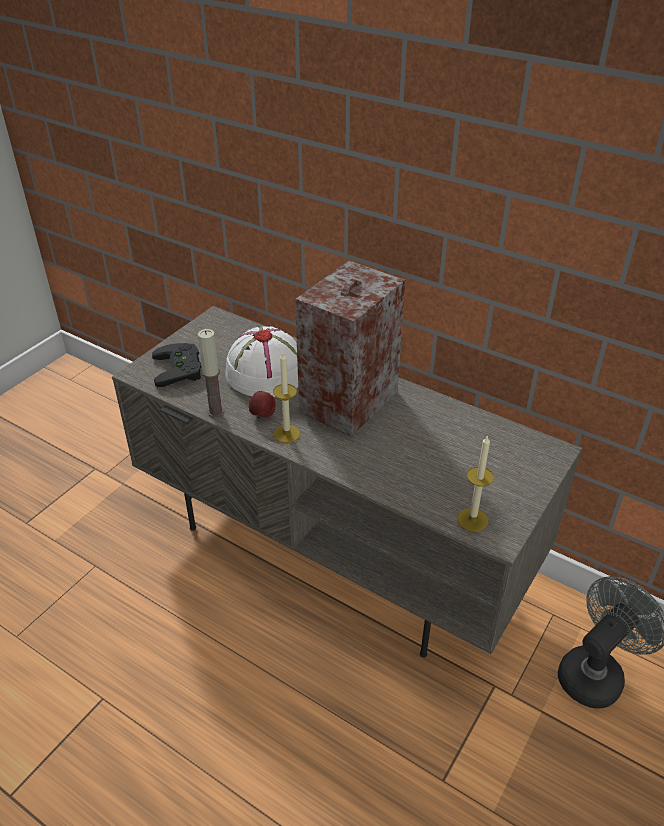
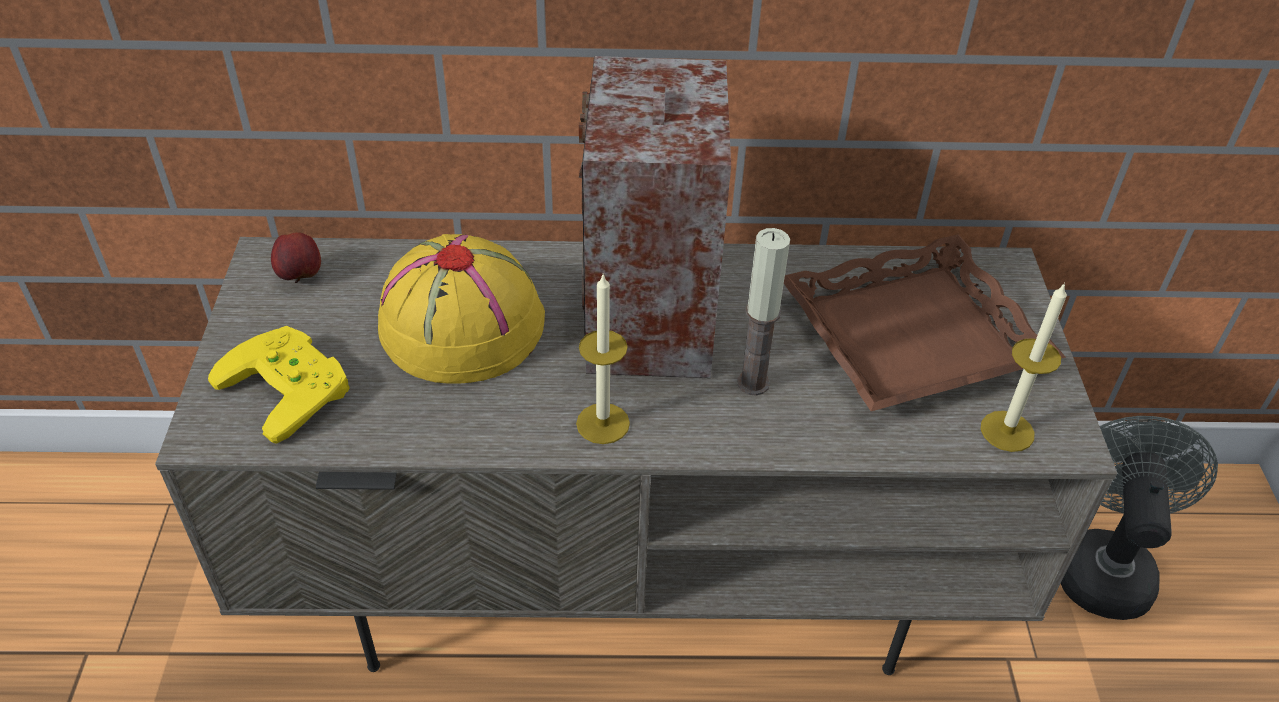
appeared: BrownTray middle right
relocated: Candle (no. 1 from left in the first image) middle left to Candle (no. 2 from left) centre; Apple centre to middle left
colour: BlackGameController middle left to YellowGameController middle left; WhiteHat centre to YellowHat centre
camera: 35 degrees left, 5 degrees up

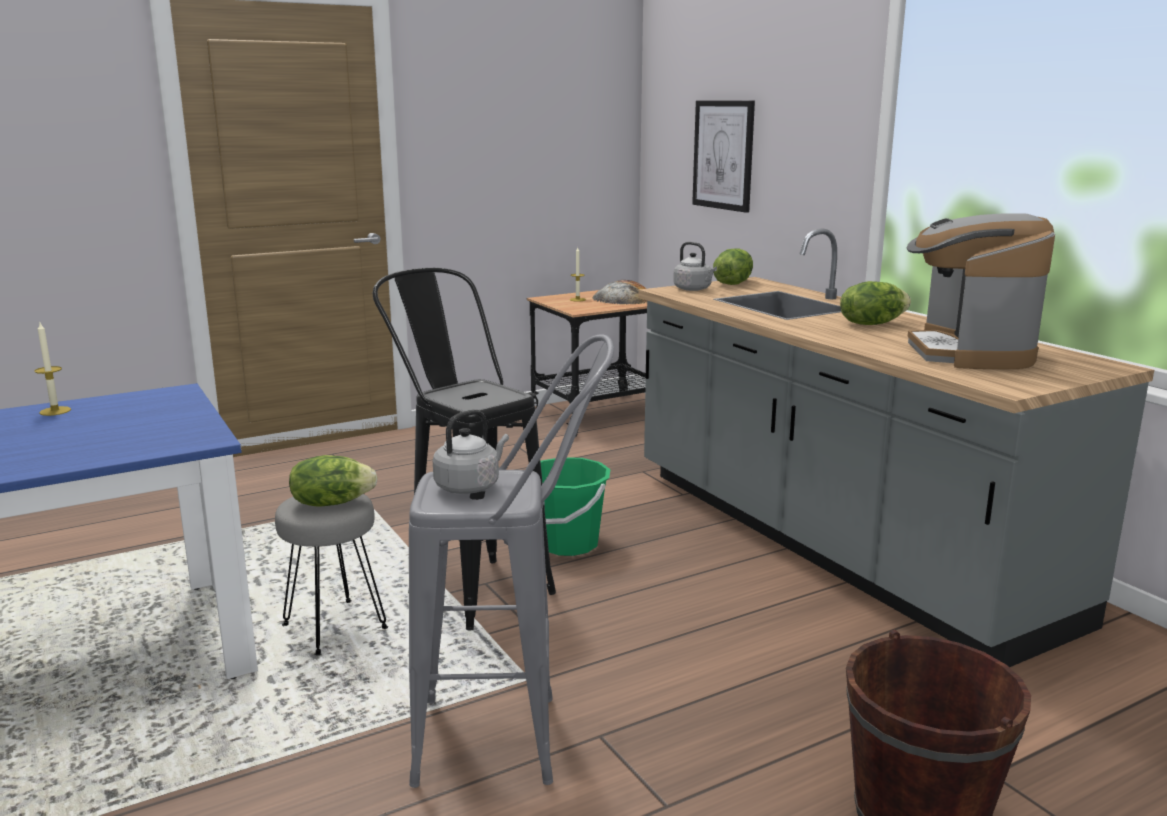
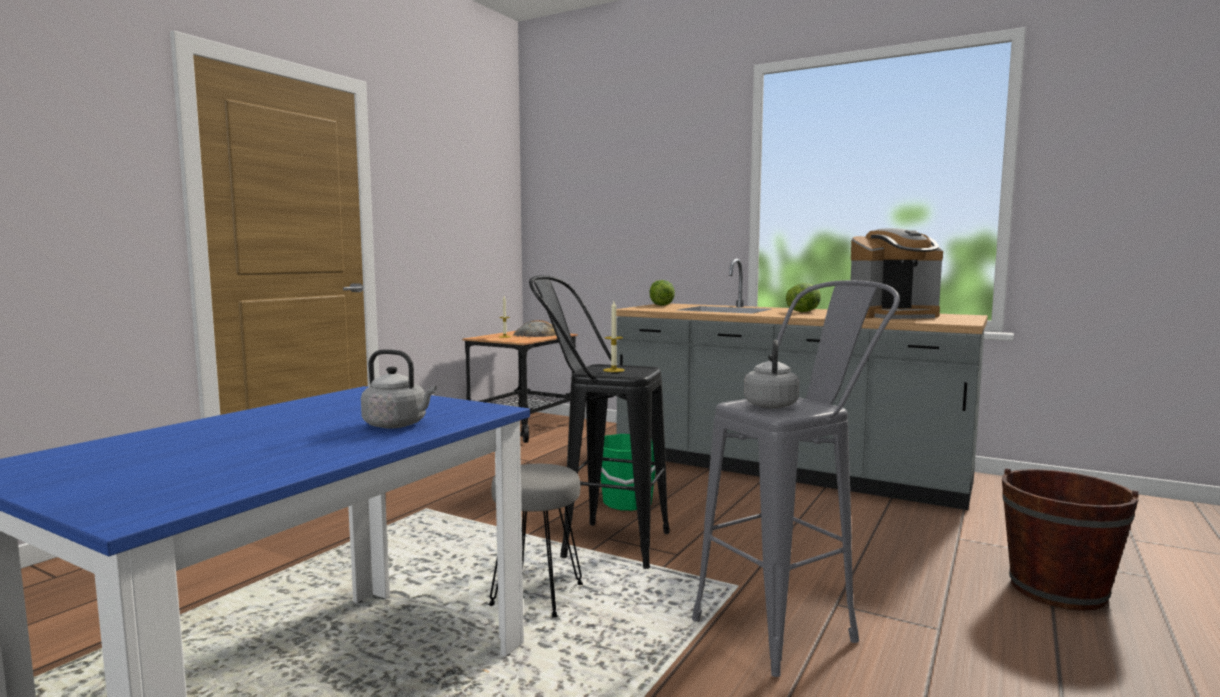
missing: Lettuce (no. 1 from left) middle left; Picture top centre
relocated: Candle (no. 1 from left in the first image) middle left to Candle (no. 2 from left) centre; GreyKettle (no. 2 from left in the first image) top centre to GreyKettle (no. 1 from left) middle left
spun: CoffeeMachine middle right = middle right 75 degrees counterclockwise
camera: 30 degrees left, 10 degrees down

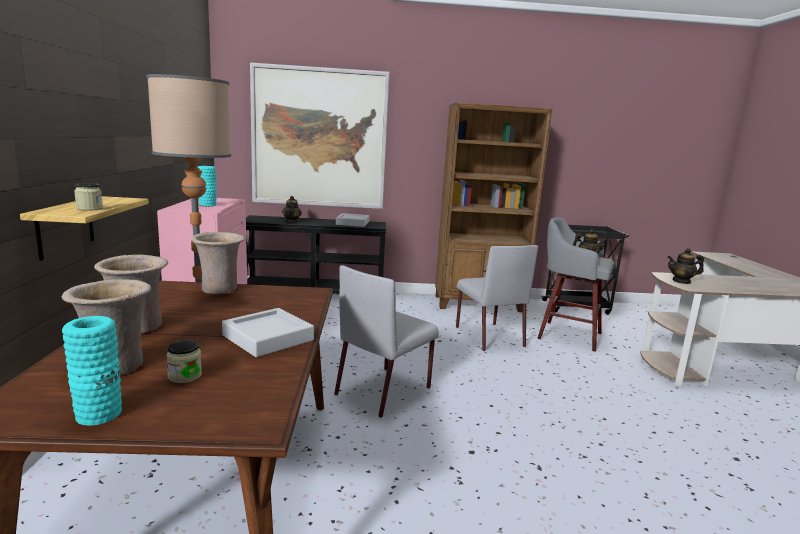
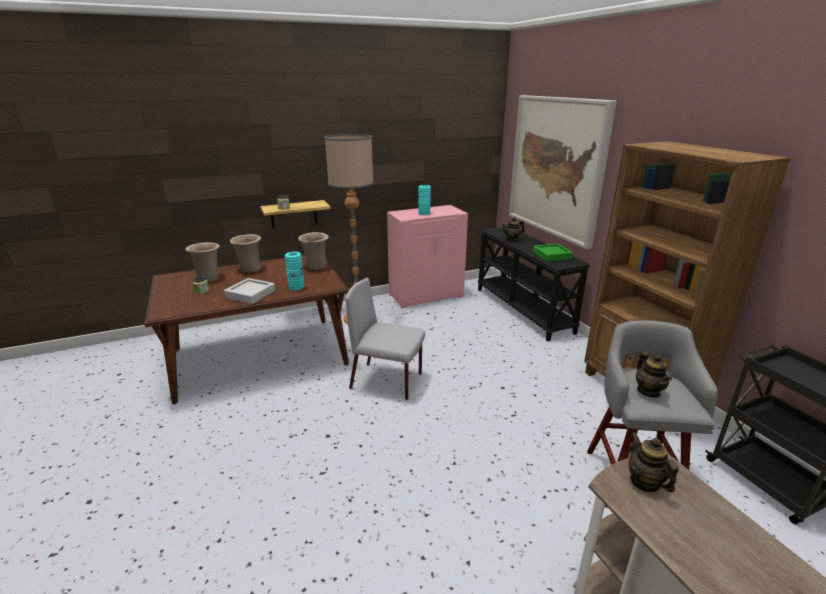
missing: GreyChair (no. 2 from left) centre
relocated: TurquoiseVase (no. 1 from left) bottom left to centre
colour: GreyTray (no. 2 from left) centre to GreenTray middle right
camera: 70 degrees right, 10 degrees up

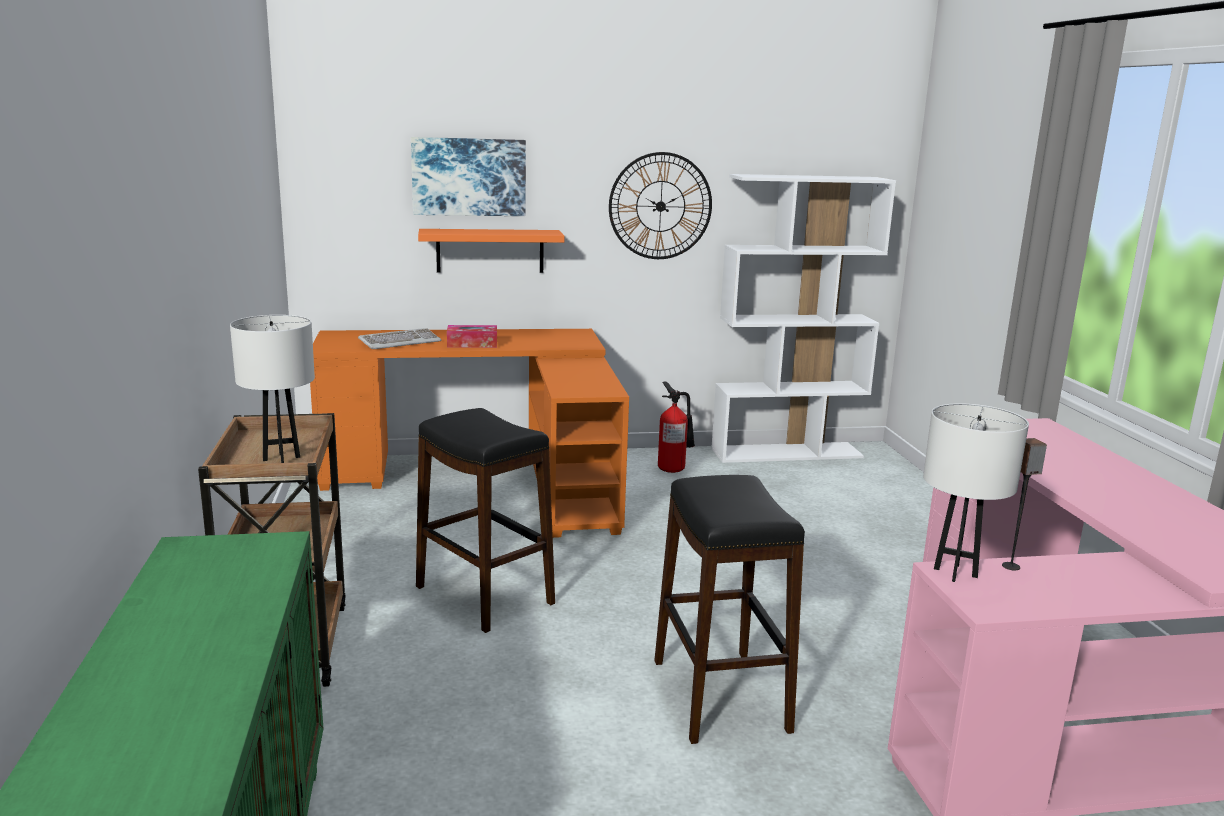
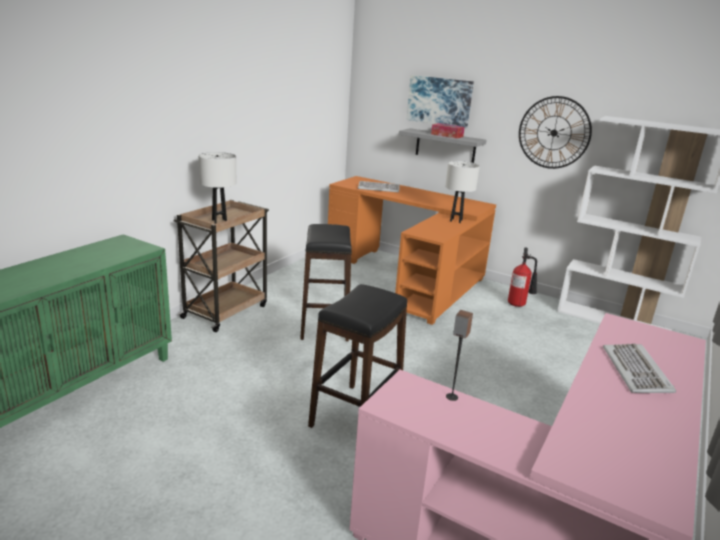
appeared: Keyboard (no. 2 from left) bottom right
relocated: TissueBox centre to top centre; WhiteTableLamp (no. 2 from left) middle right to centre
colour: OrangeShelf top centre to GreyShelf top centre
camera: 40 degrees right, 5 degrees up

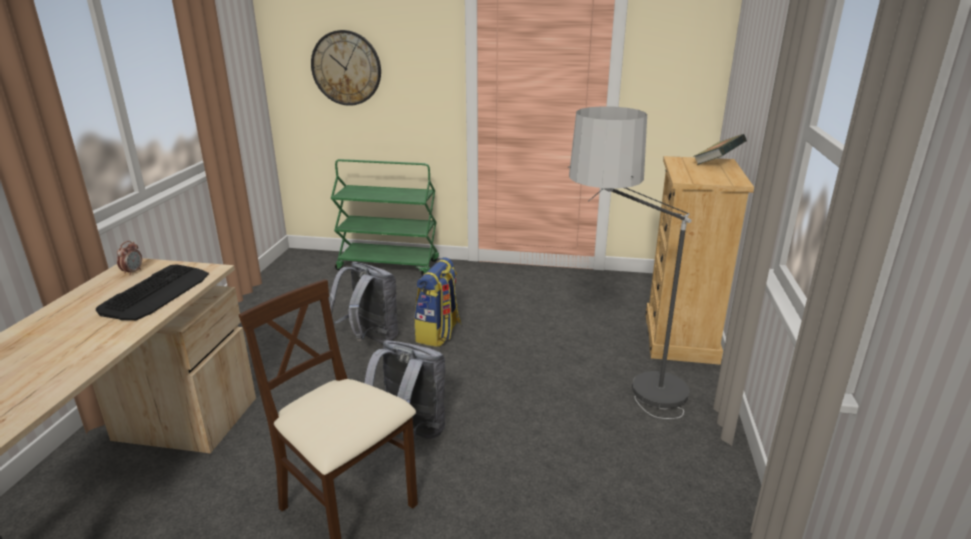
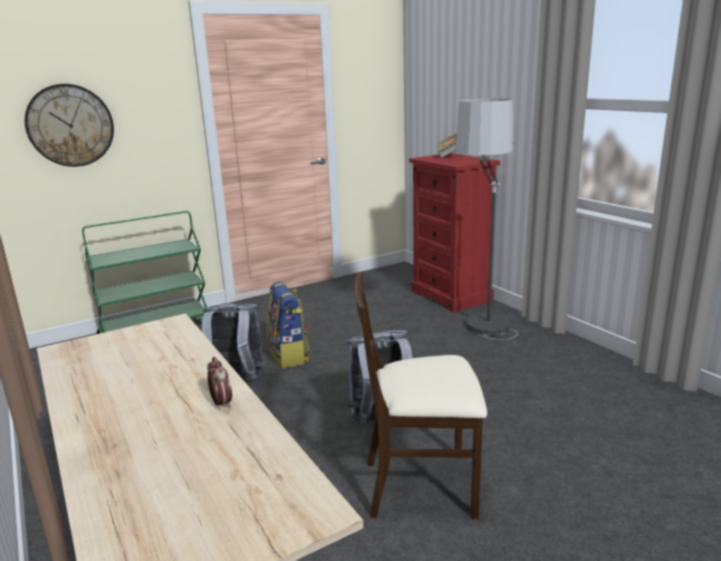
missing: Keyboard middle left
relocated: AlarmClock middle left to bottom left
colour: BeigeDresser middle right to RedDresser centre
camera: 40 degrees left, 5 degrees down

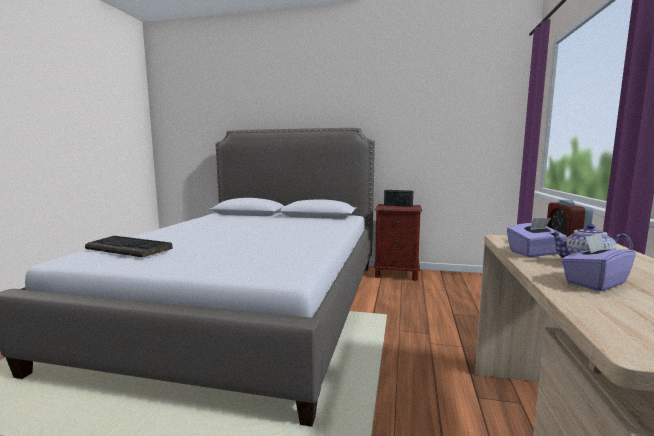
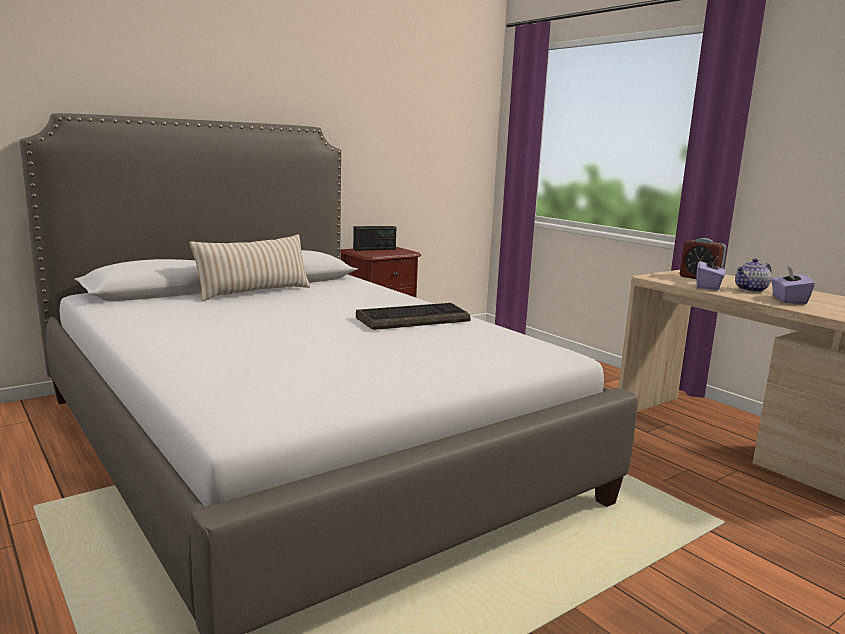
appeared: BeigePillow middle left
relocated: Keyboard middle left to centre
camera: 50 degrees left, 5 degrees up

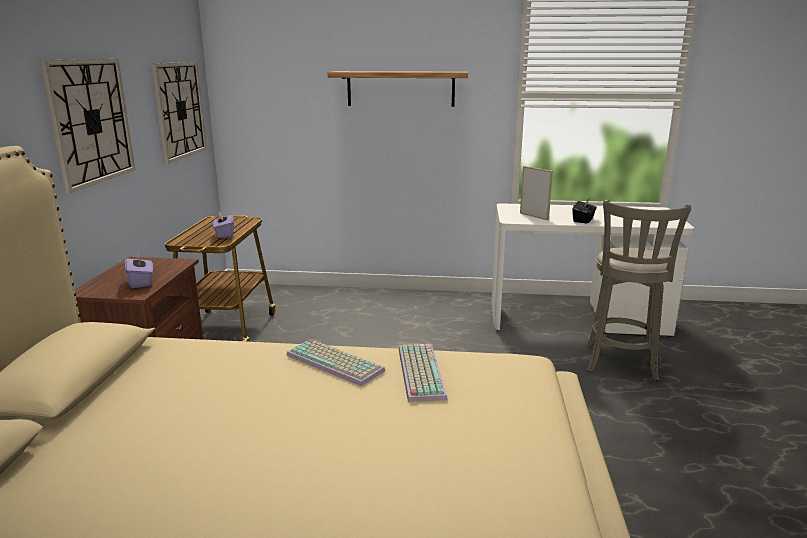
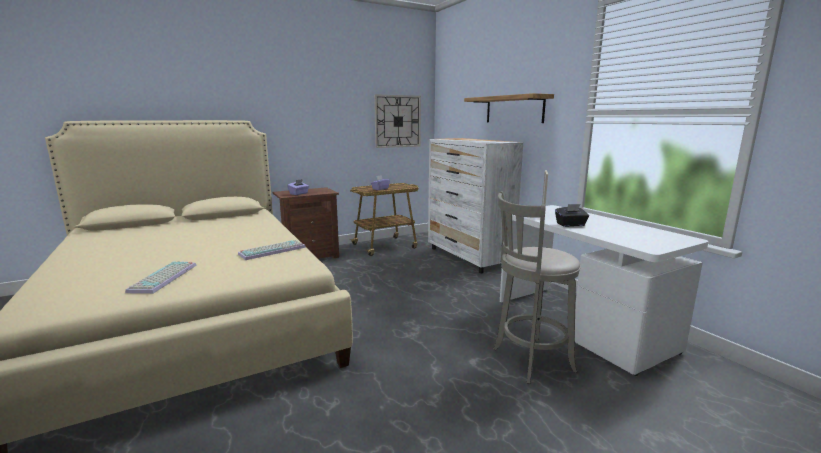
missing: WallClock (no. 1 from left) top left
appeared: WhiteDresser centre
relocated: Keyboard (no. 1 from left) bottom centre to middle left
camera: 55 degrees right, 5 degrees down

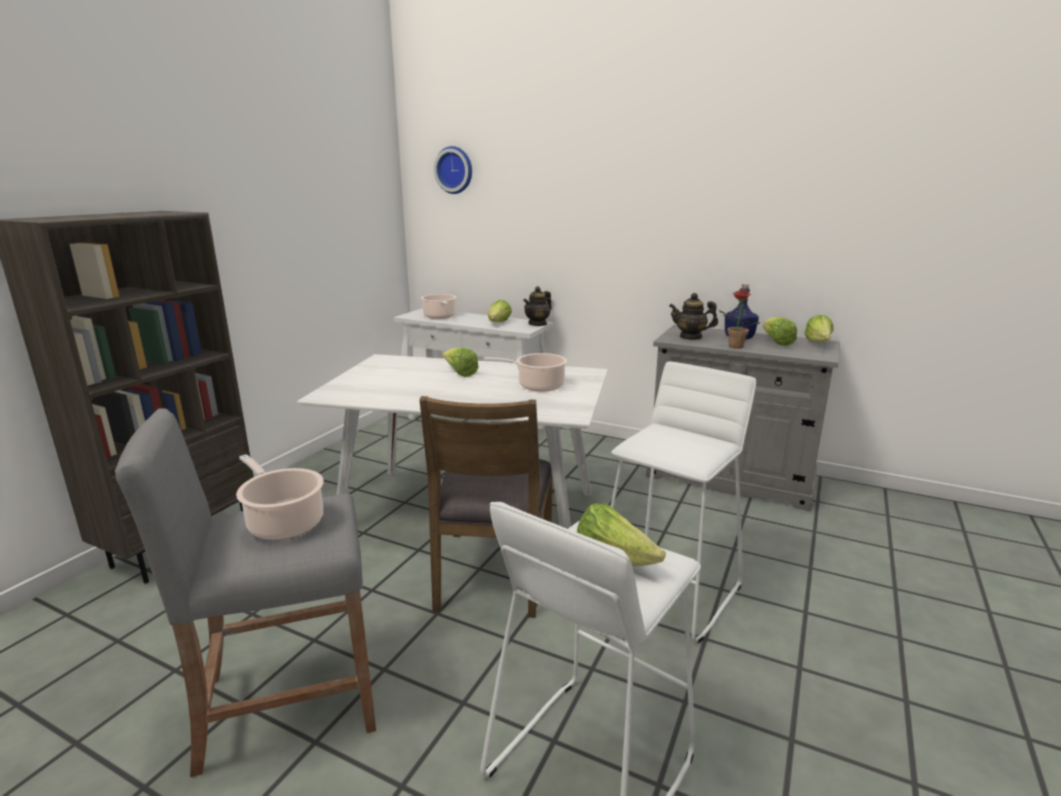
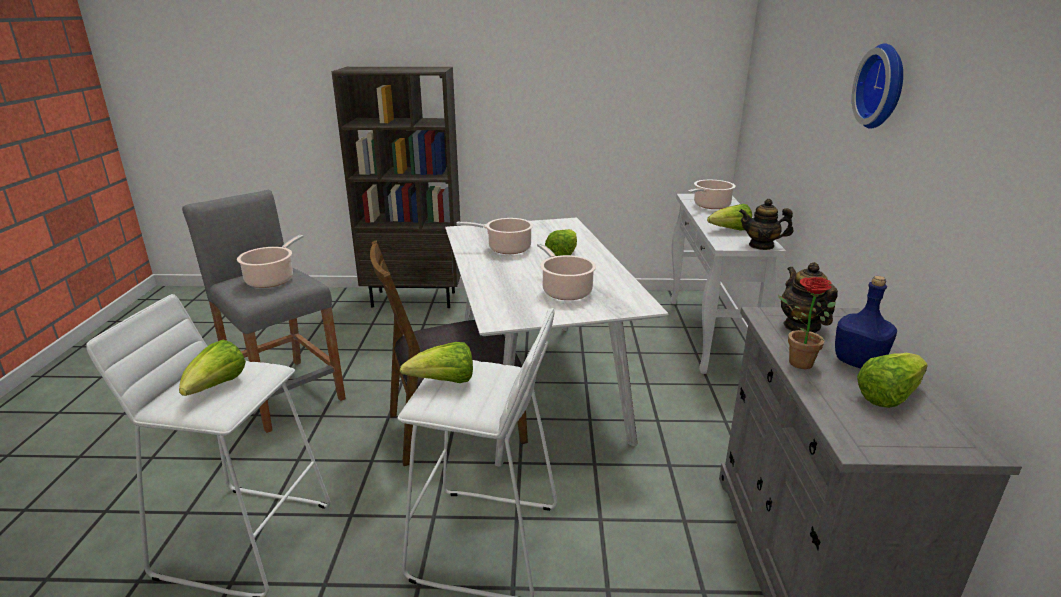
appeared: CookingPot (no. 2 from left) centre
relocated: WallClock top centre to top right; Lettuce (no. 5 from left in the first image) middle right to Lettuce (no. 2 from left) centre
camera: 65 degrees right, 5 degrees up

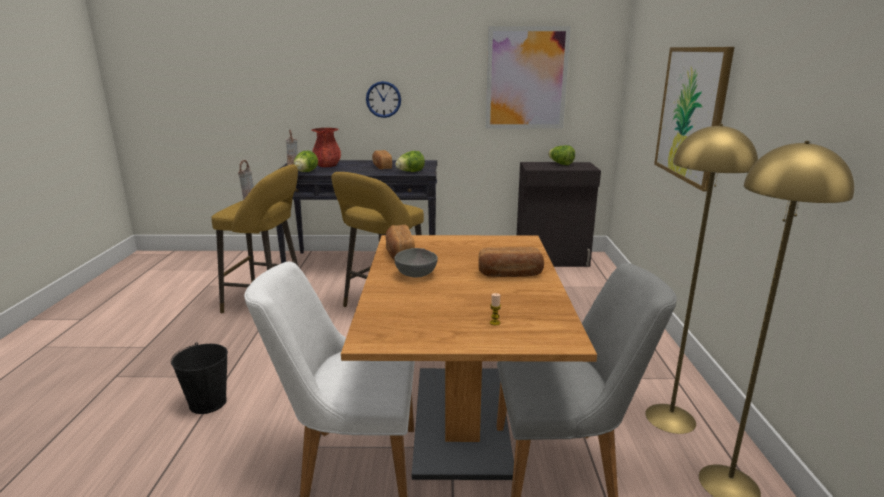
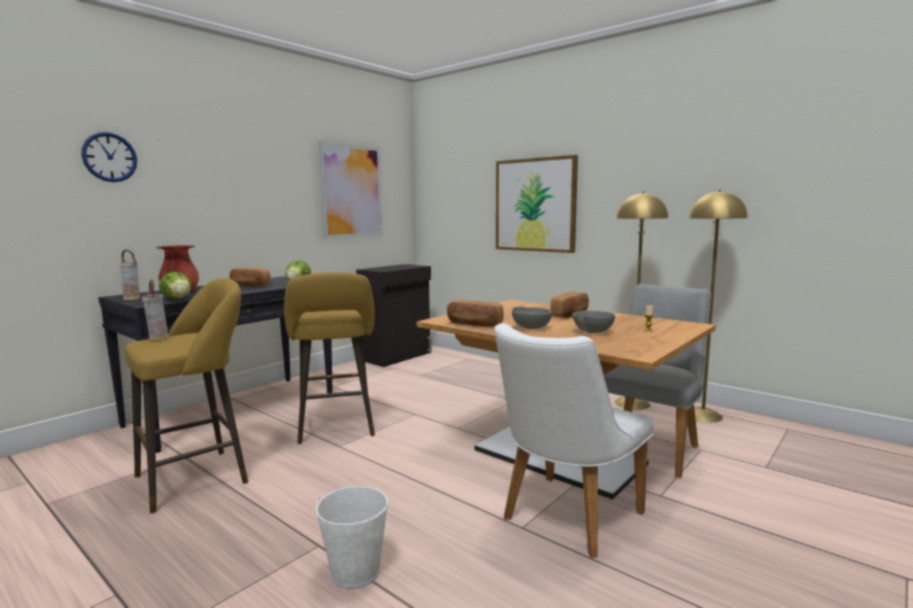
missing: Lettuce (no. 3 from left) top centre
appeared: GreyBowl (no. 2 from left) centre
relocated: WallClock top centre to top left
colour: BlackBucket bottom left to WhiteBucket bottom centre
camera: 50 degrees left, 10 degrees down

